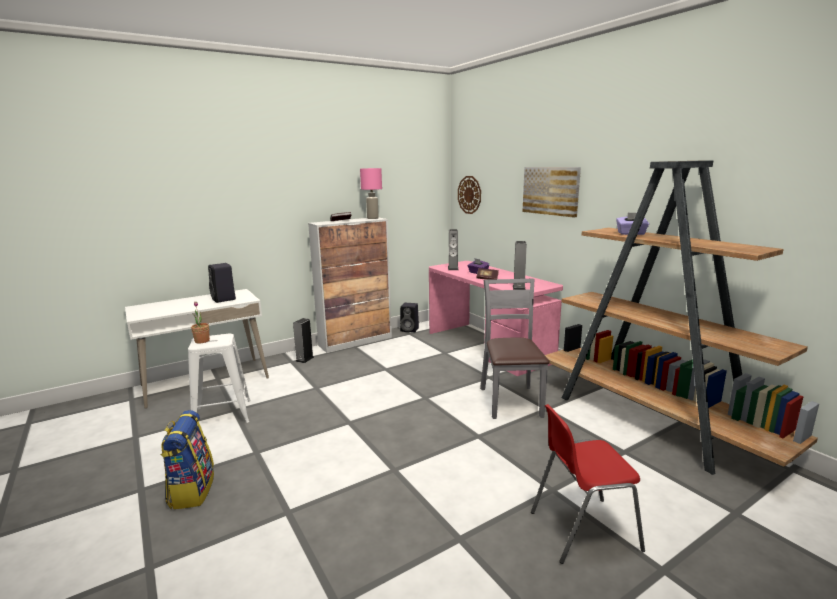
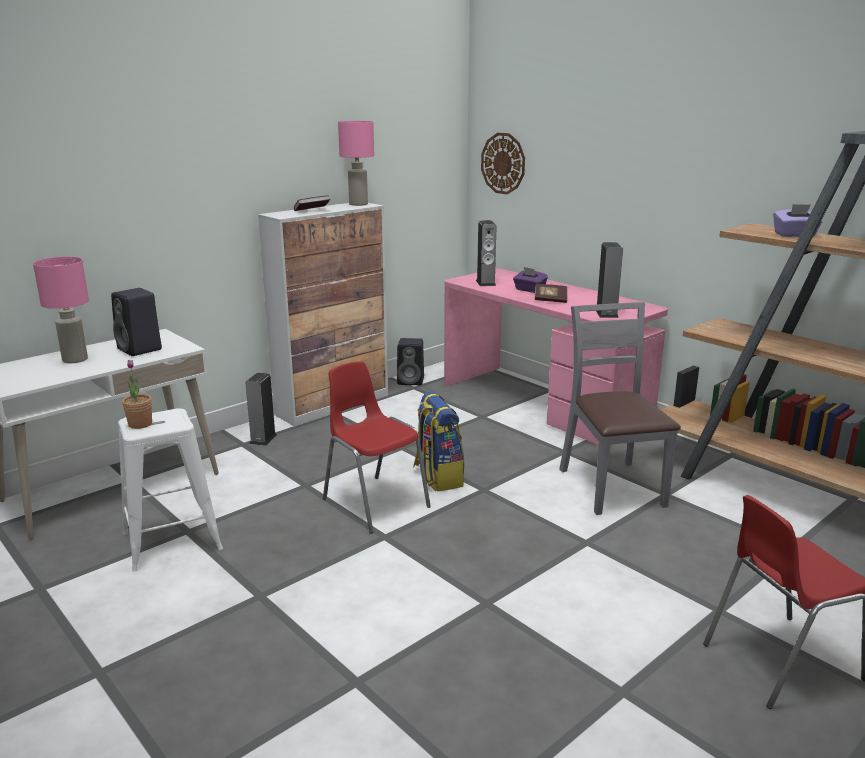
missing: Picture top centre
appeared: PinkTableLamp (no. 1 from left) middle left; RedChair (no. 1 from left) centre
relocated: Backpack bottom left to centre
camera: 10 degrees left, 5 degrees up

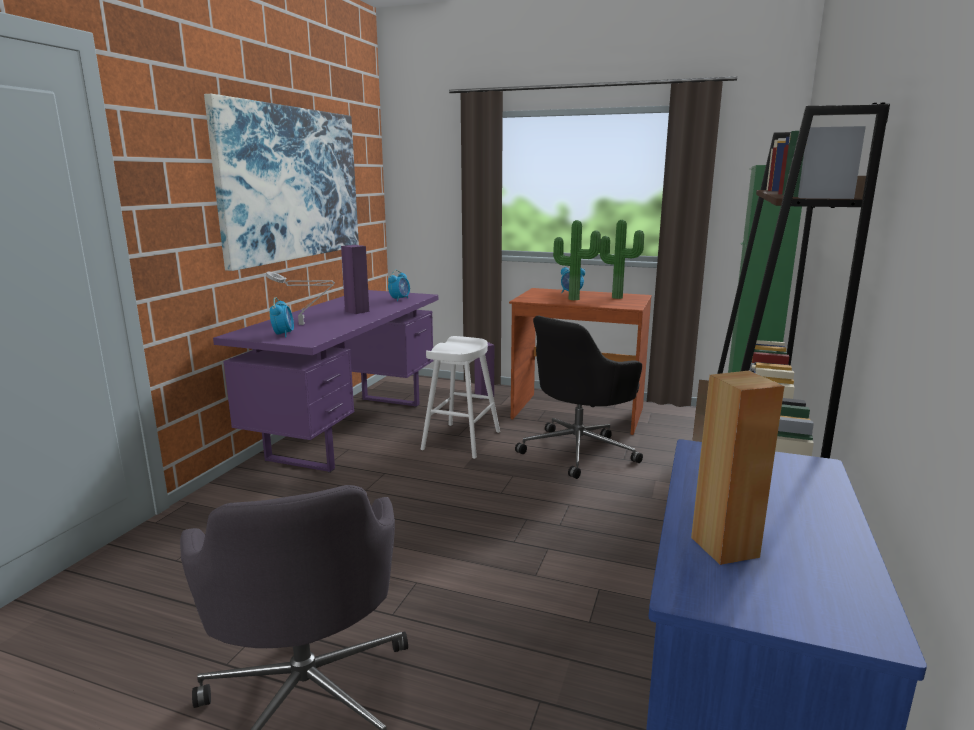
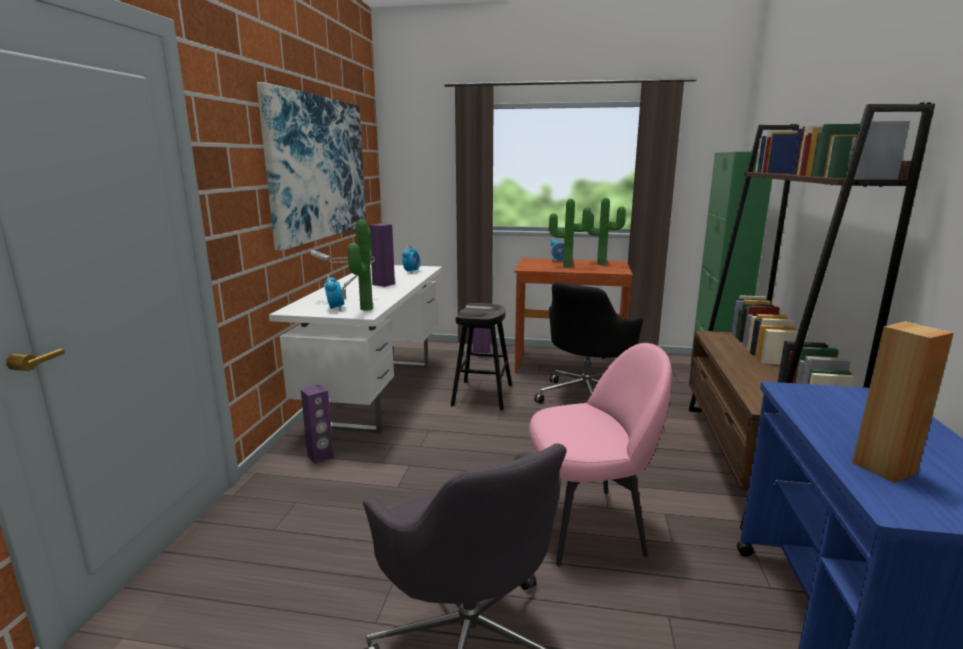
appeared: PurpleSpeaker (no. 1 from left) middle left; PottedPlant (no. 1 from left) centre; PinkChair bottom centre
colour: PurpleDesk centre to WhiteDesk centre; WhiteStool centre to BlackStool centre
camera: 10 degrees left, 0 degrees up

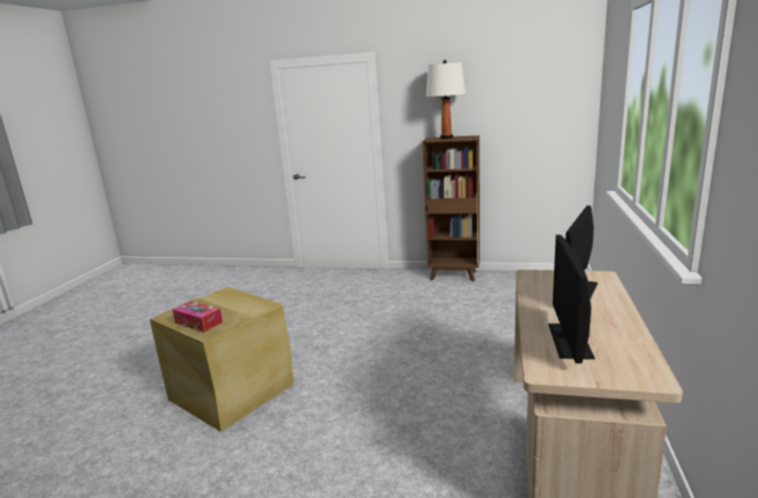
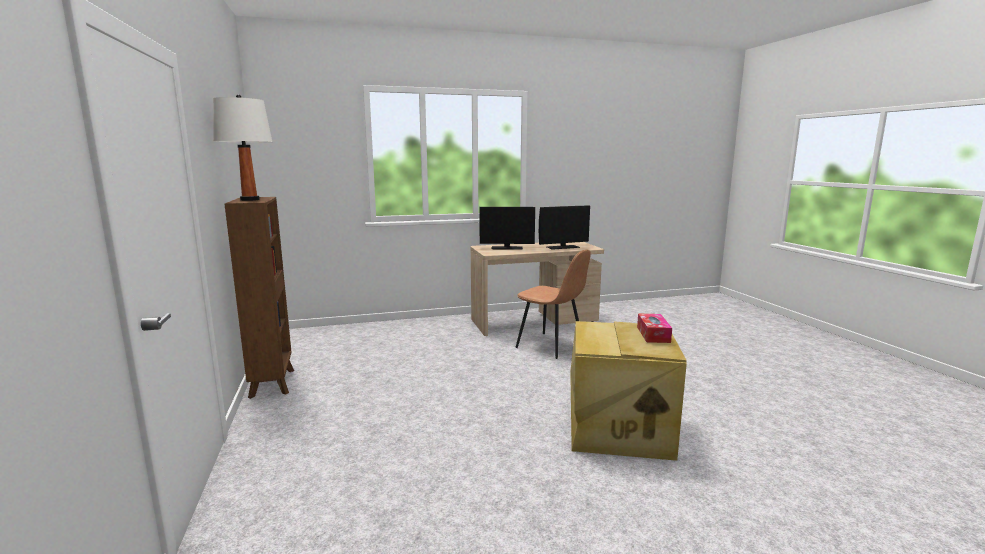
appeared: BrownChair centre
camera: 120 degrees left, 5 degrees down

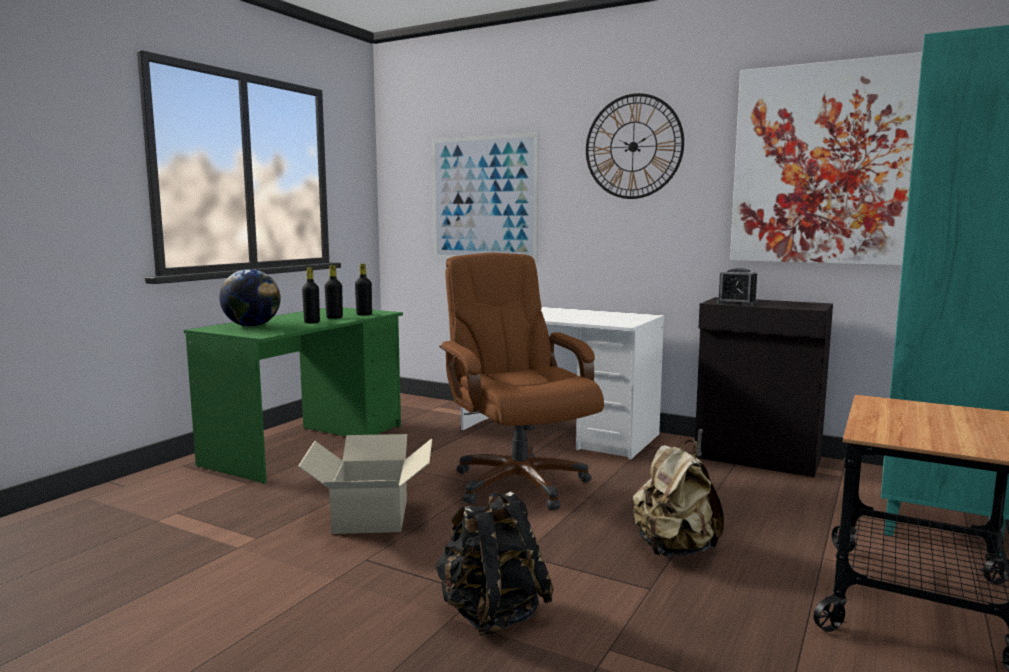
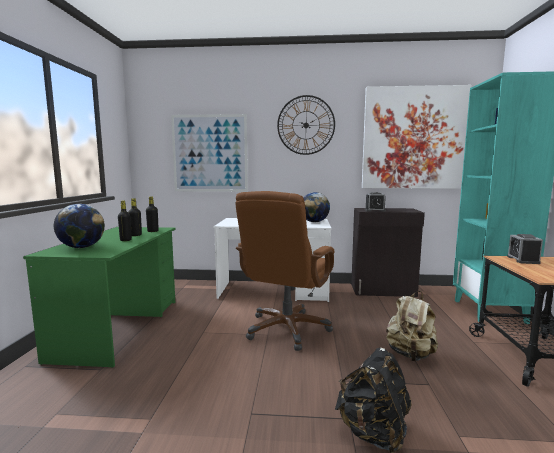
missing: CardboardBox bottom centre
appeared: Globe (no. 2 from left) centre; AlarmClock (no. 2 from left) middle right
spun: BrownOfficeChair centre = centre 105 degrees counterclockwise
camera: 25 degrees left, 0 degrees up

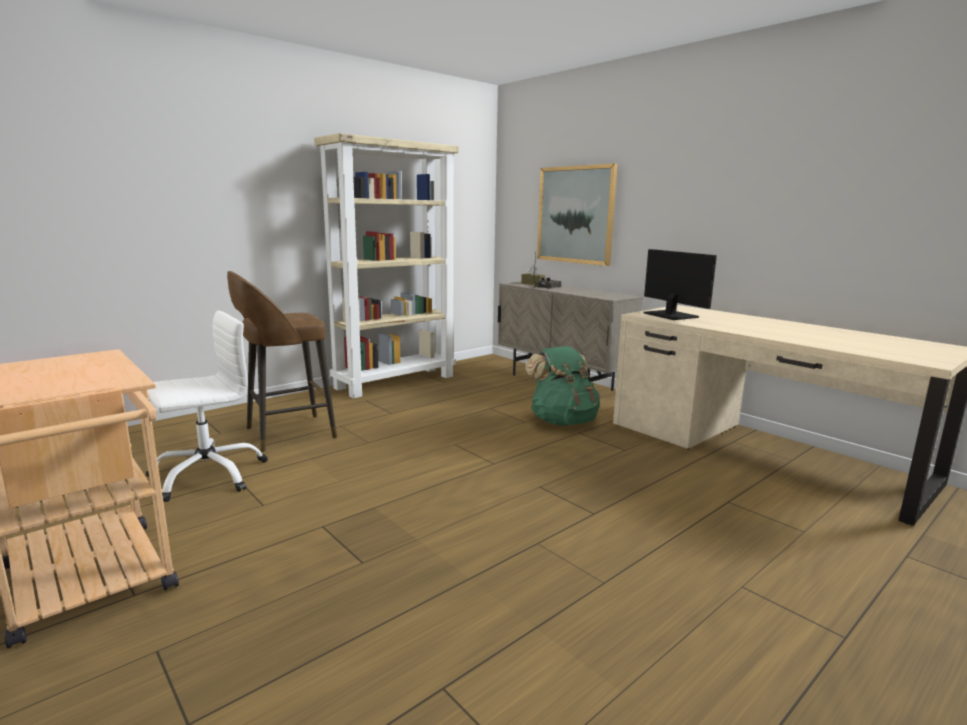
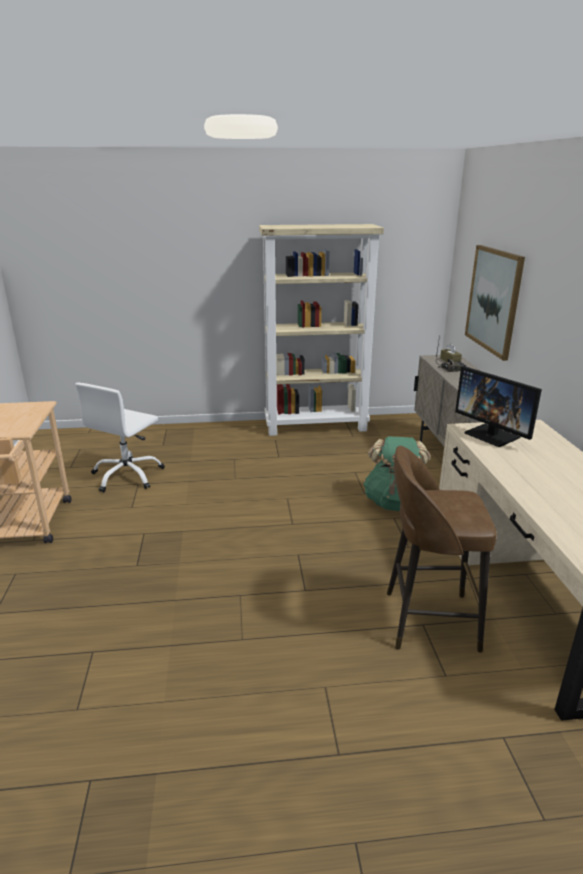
relocated: BrownStool middle left to middle right
spun: WhiteOfficeChair middle left = middle left 120 degrees clockwise; Monitor middle right = middle right 135 degrees clockwise
camera: 35 degrees right, 10 degrees up

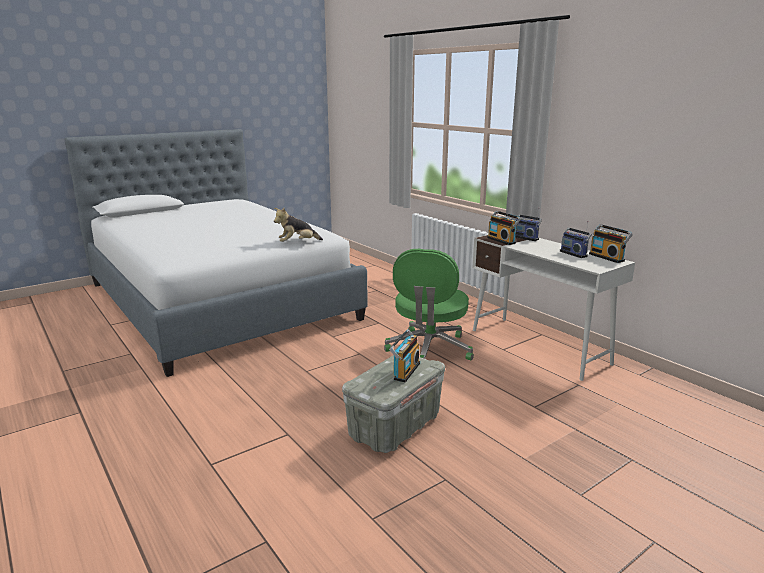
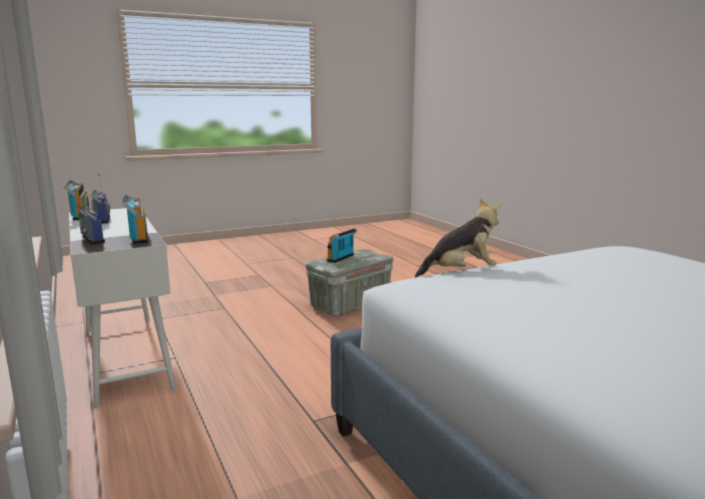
missing: GreenOfficeChair centre
camera: 170 degrees left, 5 degrees down

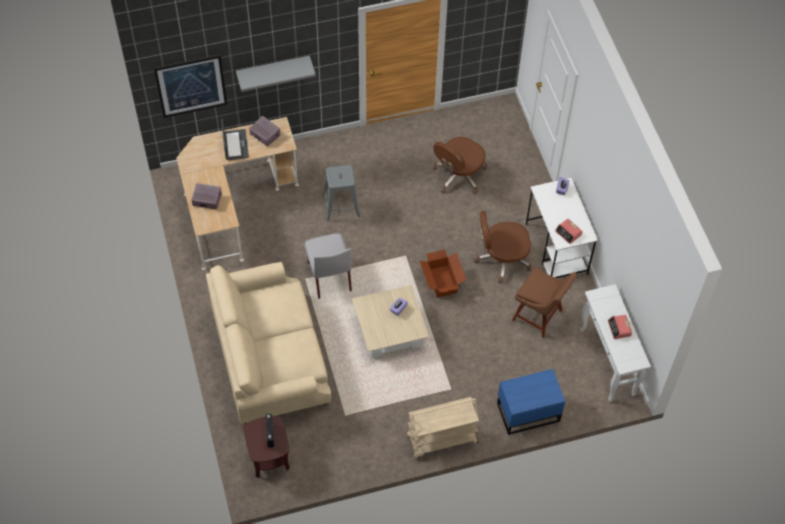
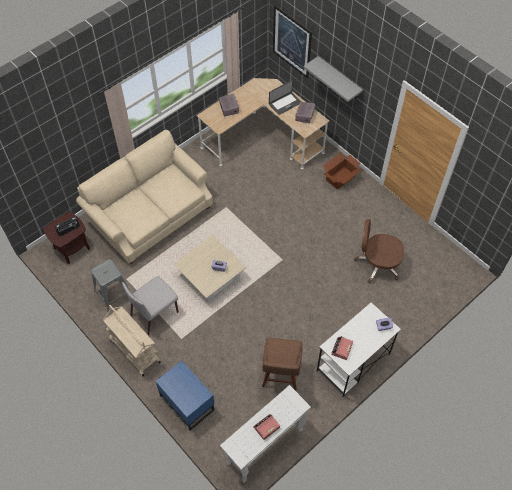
missing: BrownOfficeChair (no. 2 from left) centre
relocated: GreyChair centre to middle left; GreyStool centre to middle left; CardboardBox centre to middle right
camera: 65 degrees right, 0 degrees up

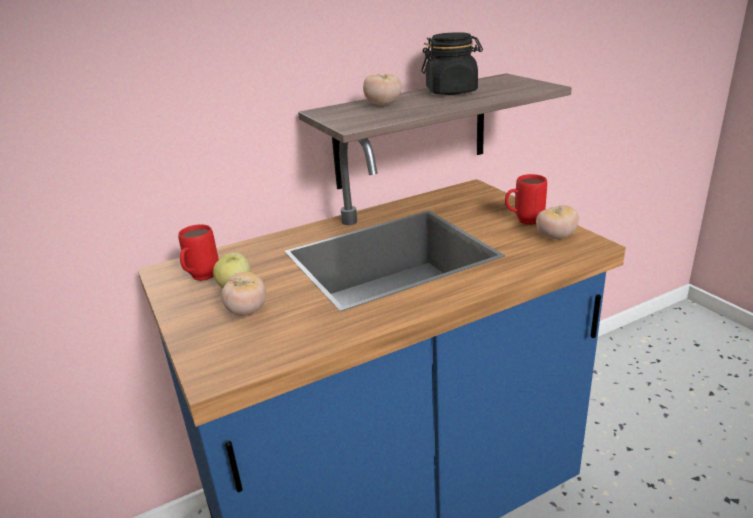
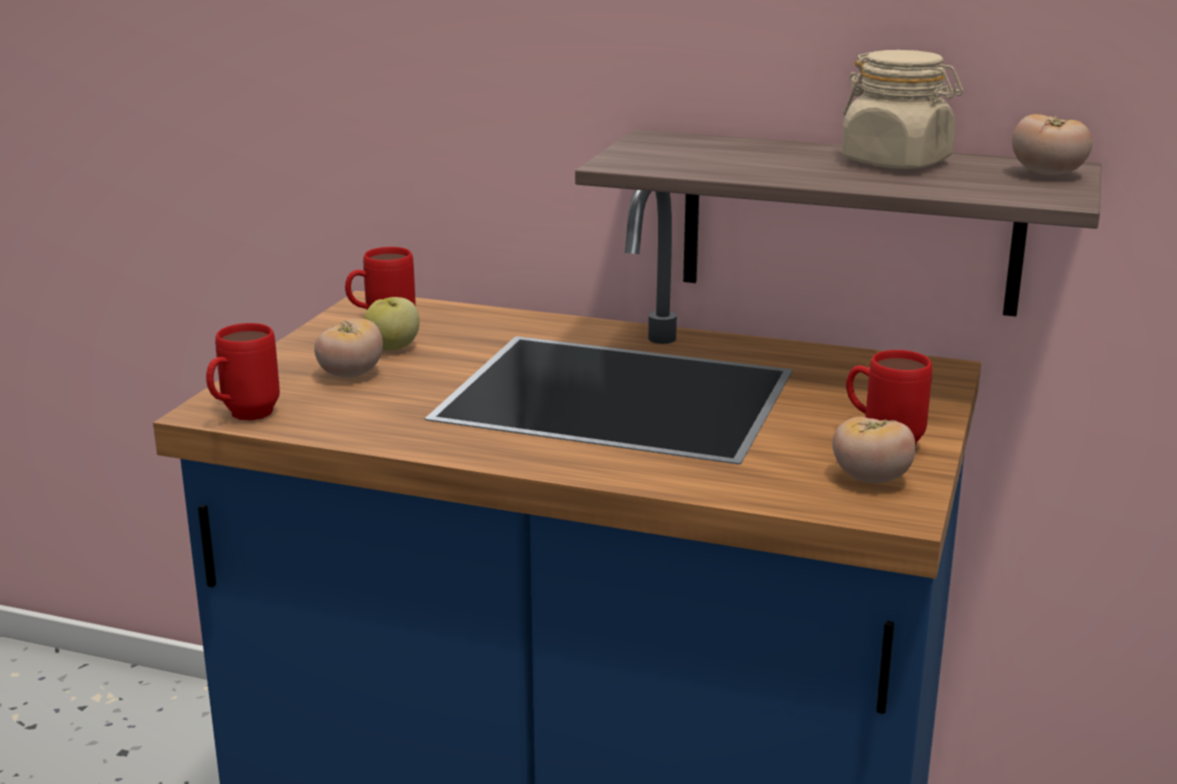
appeared: RedMug (no. 1 from left) middle left
relocated: Tomato (no. 2 from left in the first image) top centre to Tomato (no. 3 from left) top right
colour: BlackJar top centre to BeigeJar top right
camera: 45 degrees right, 5 degrees down

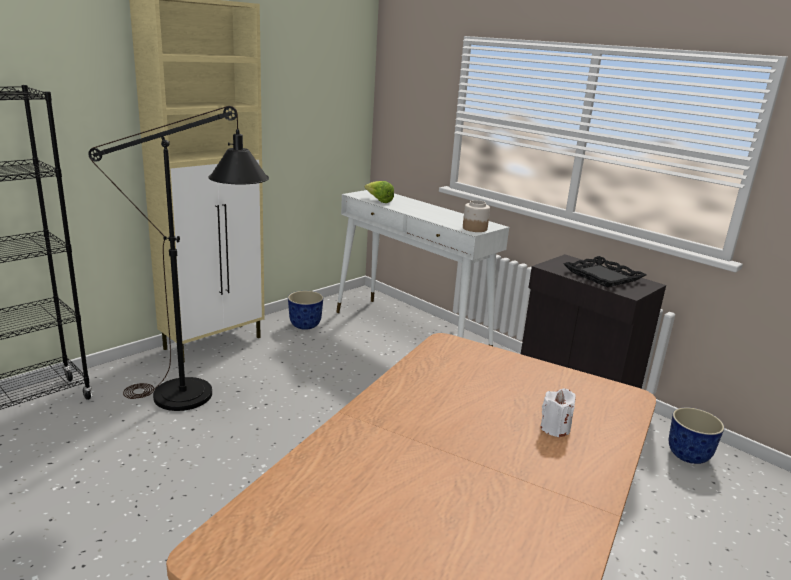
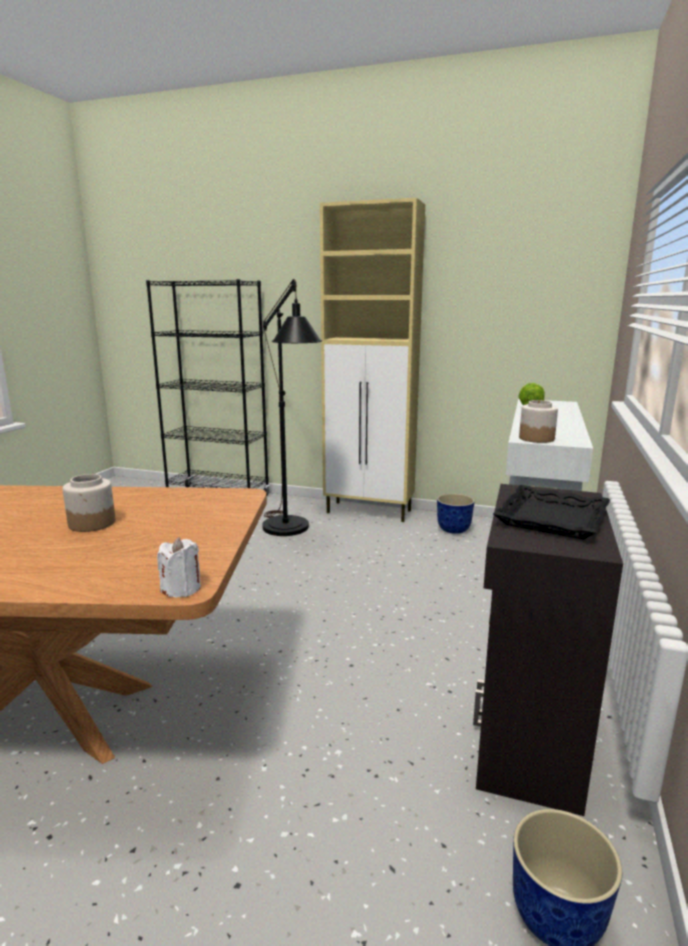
appeared: Jar (no. 1 from left) middle left
relocated: WhiteCandle bottom right to middle left
camera: 65 degrees right, 5 degrees down

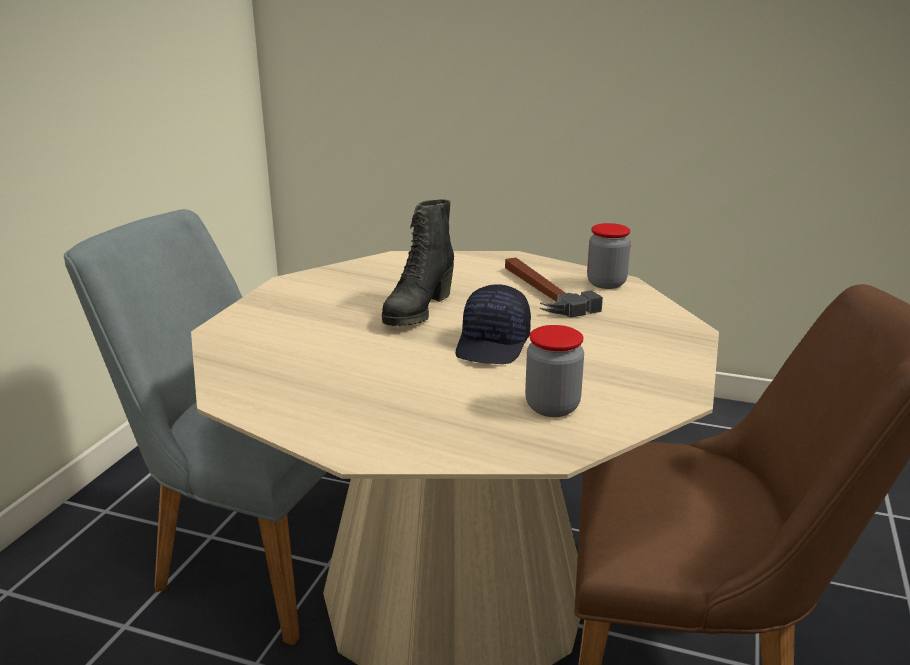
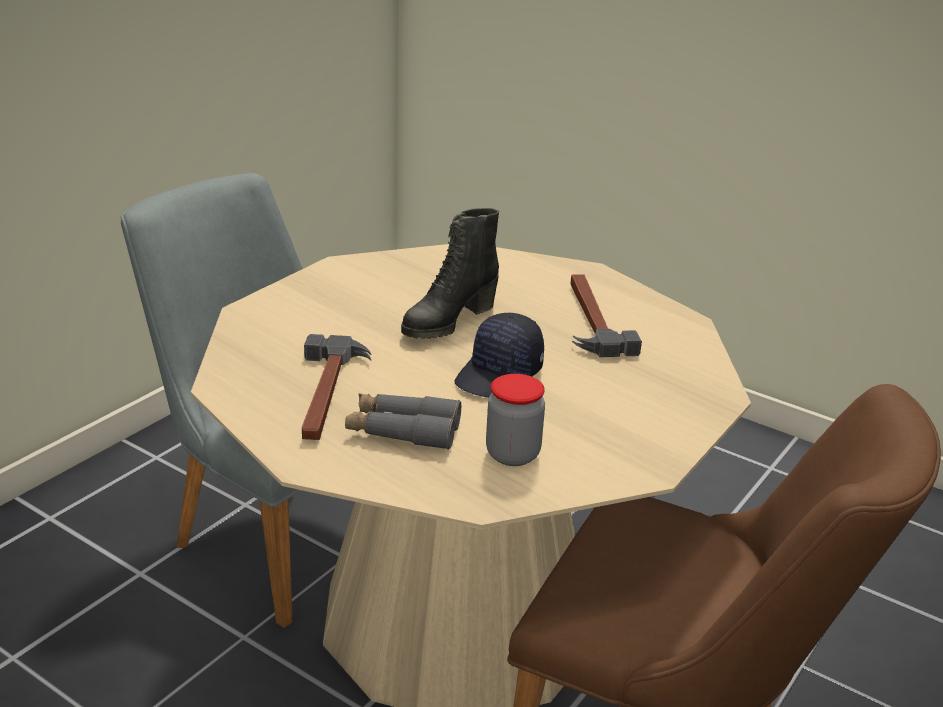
missing: Jar (no. 2 from left) middle right
appeared: Hammer (no. 1 from left) centre; GreyBinoculars centre
camera: 15 degrees right, 5 degrees up

